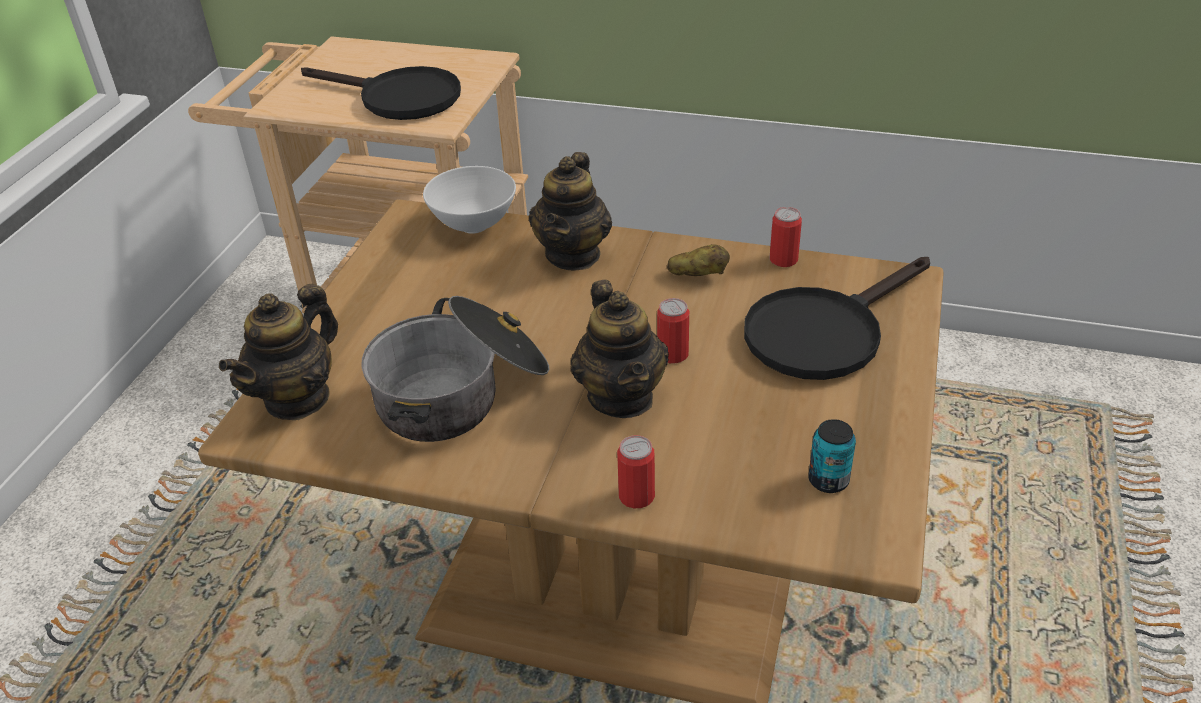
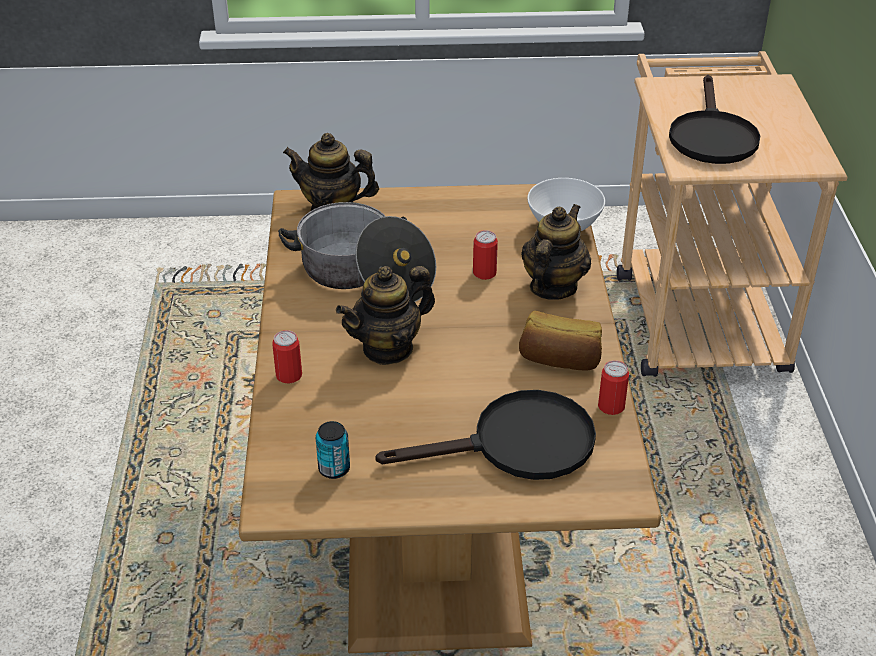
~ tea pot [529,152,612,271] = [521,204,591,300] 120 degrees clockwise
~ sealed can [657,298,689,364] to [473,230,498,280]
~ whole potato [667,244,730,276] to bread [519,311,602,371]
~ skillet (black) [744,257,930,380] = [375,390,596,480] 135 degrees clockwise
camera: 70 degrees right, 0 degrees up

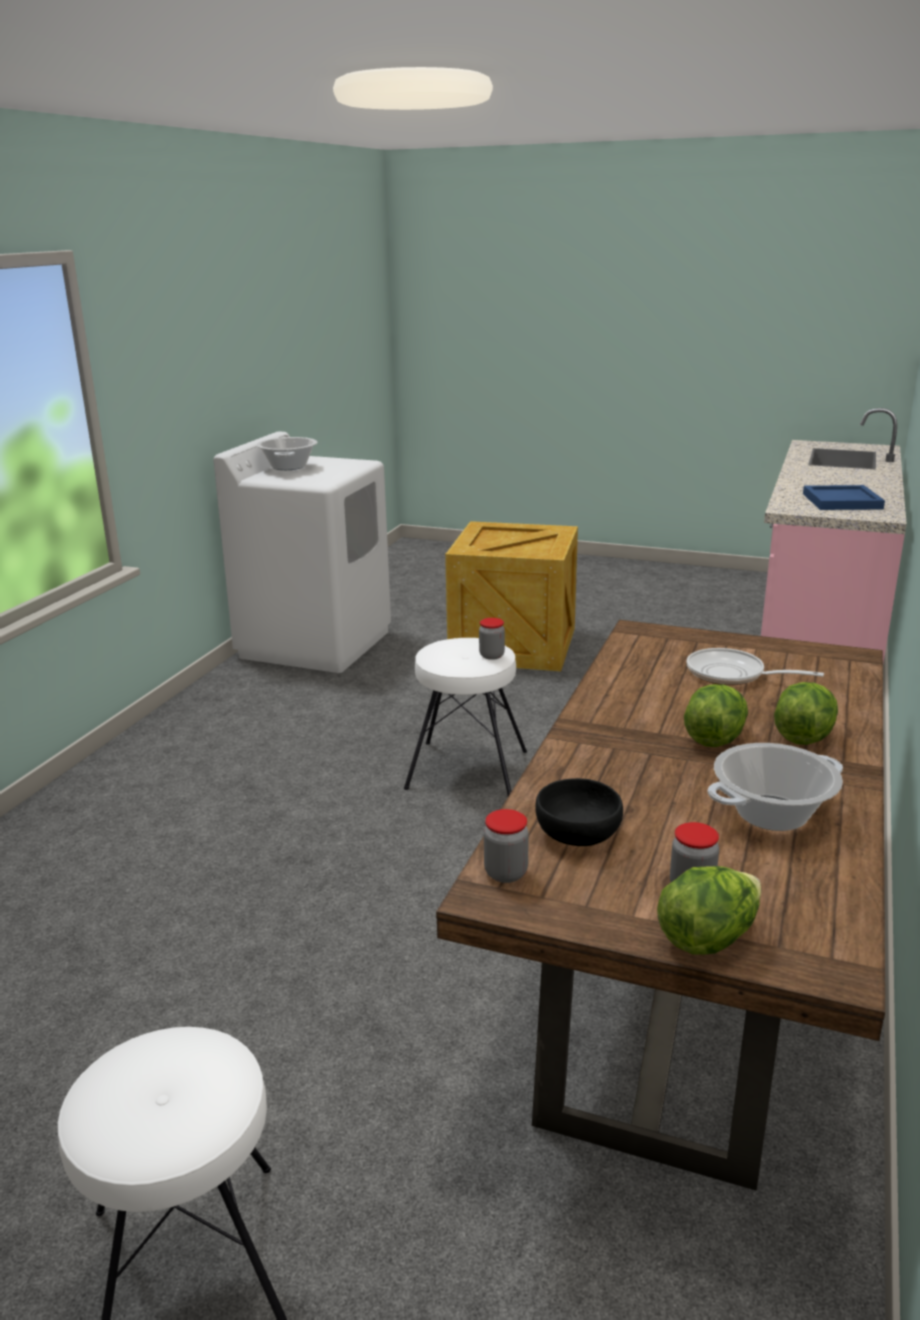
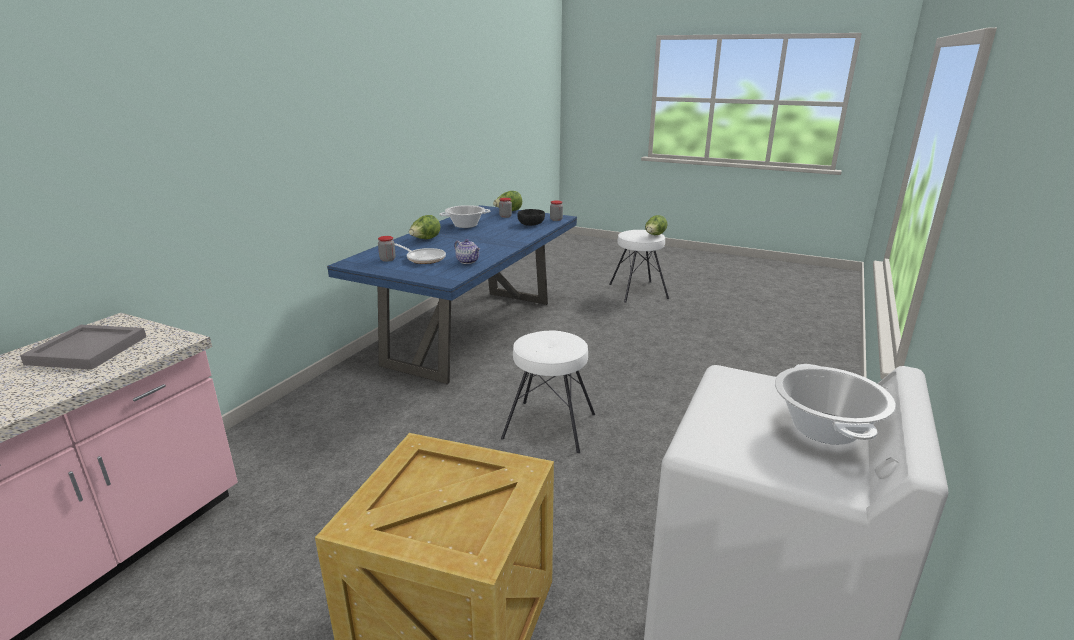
~ dinner table (brown-coloured) [436,620,885,1191] to dinner table (bluish) [327,205,577,384]
~ storage jar [479,618,505,660] to [378,236,396,262]
~ lettuce head [684,684,748,747] to [645,215,667,235]
~ carrying tray (bluish) [803,485,885,510] to carrying tray (greyish) [20,325,146,370]
+ tea pot [454,239,480,264]
camera: 175 degrees left, 0 degrees up

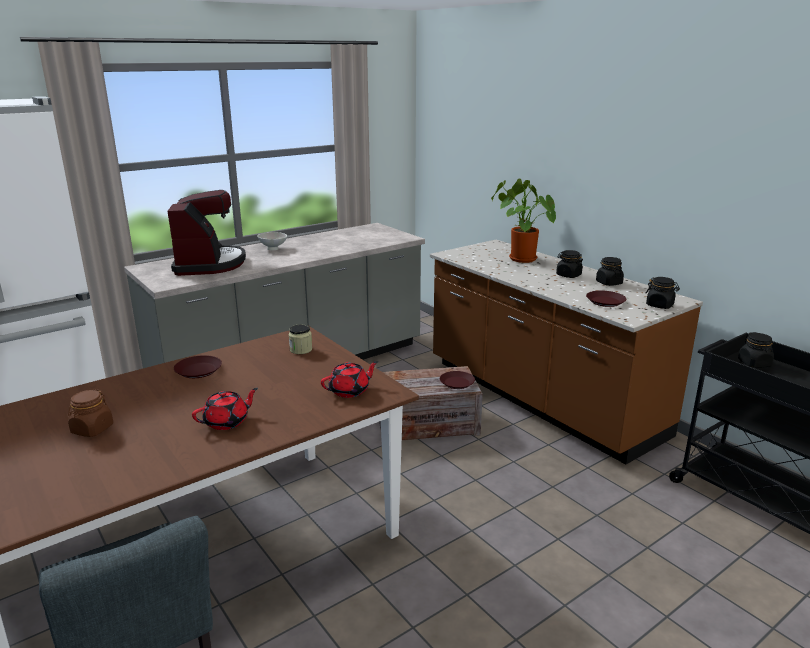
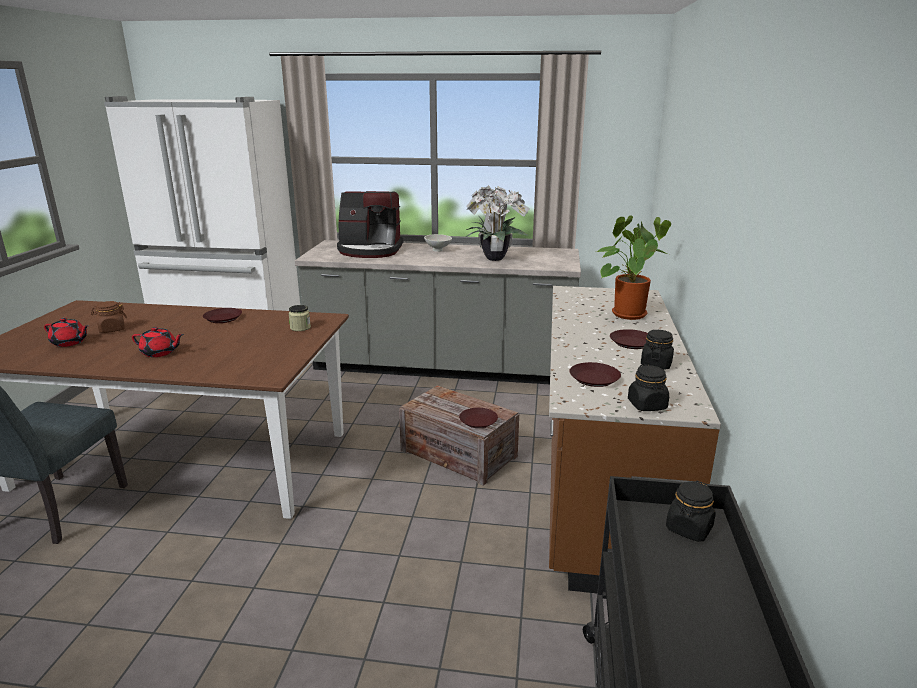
~ coffee brewer [167,190,246,276] = [337,191,403,258] 60 degrees clockwise
~ tea pot (reddish) [321,361,378,398] to [44,318,89,347]
~ storage jar (black) [556,250,583,278] to plate (brown-coloured) [610,329,648,349]
+ potted plant [466,186,530,261]
camera: 45 degrees right, 0 degrees up

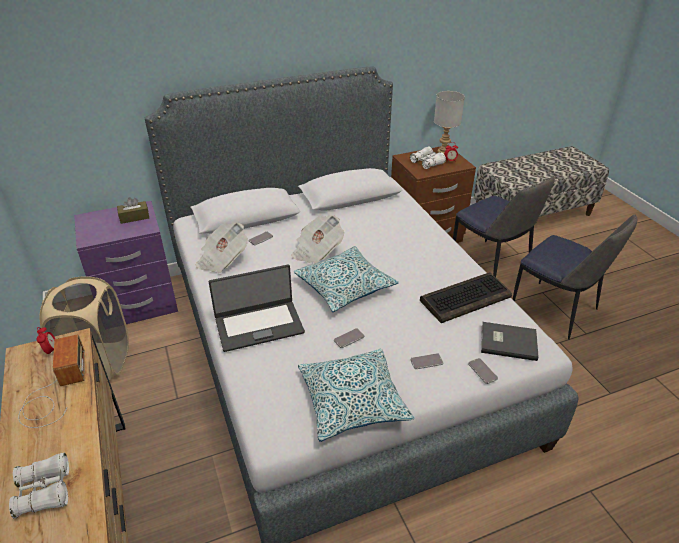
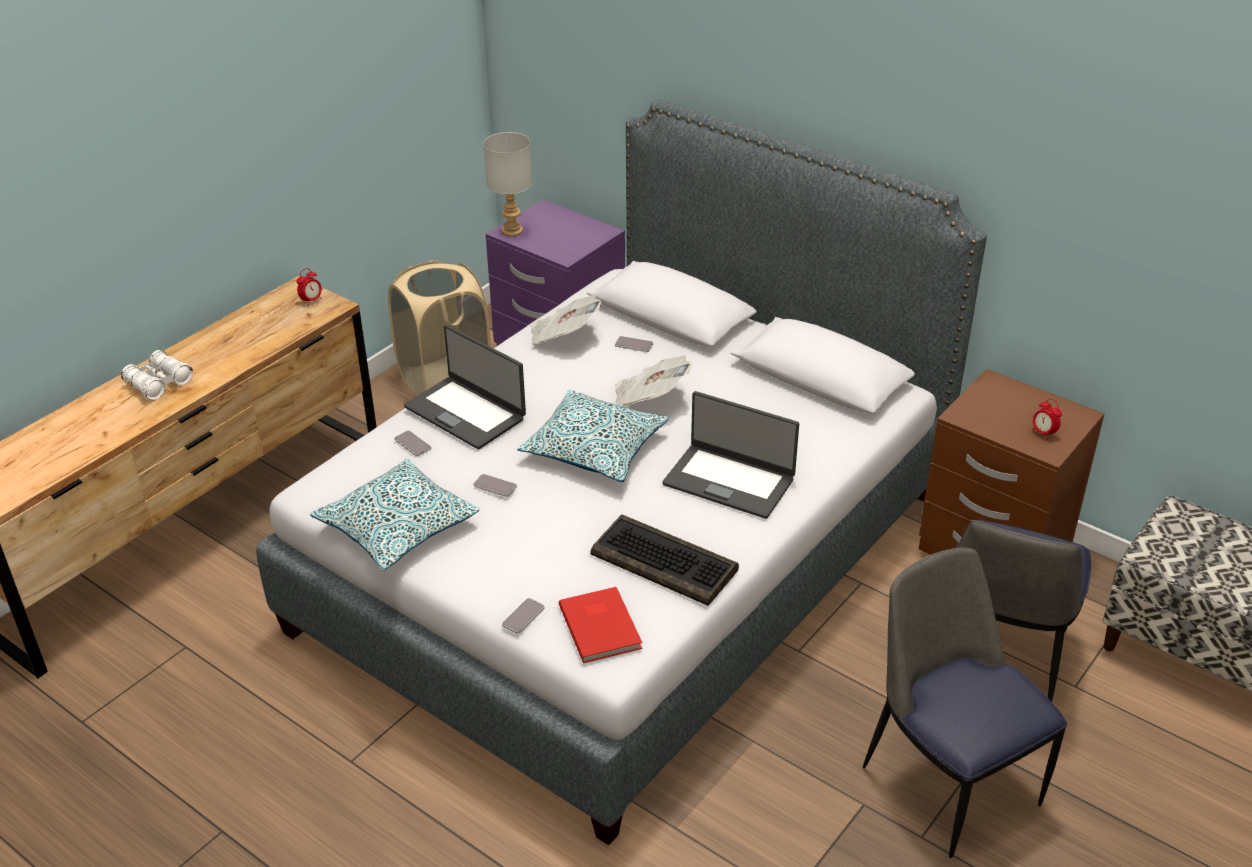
- radio set [18,334,85,428]
- box of tissues (brown-coloured) [117,197,149,224]
- binoculars (white) [410,146,446,169]
~ phone [411,353,443,369] to [394,430,431,456]
~ tabletop lamp (greyish) [434,91,465,154] to [484,132,532,237]
~ volume (greyish) [481,322,539,361] to volume (reddish) [559,587,642,663]
~ plain chair [512,215,637,340] = [863,547,1067,858] 135 degrees clockwise
+ notebook computer [663,391,799,519]
camera: 60 degrees right, 0 degrees up

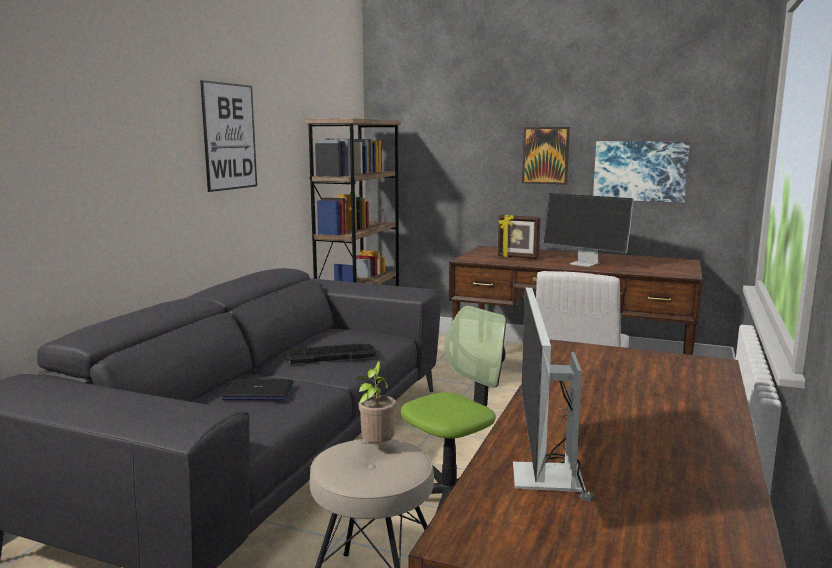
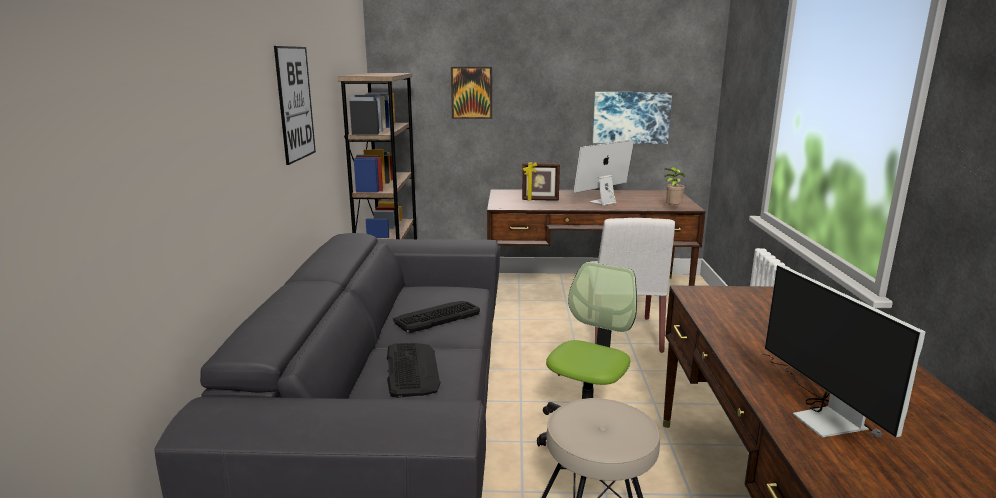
~ notebook computer [222,379,293,400] to computer keyboard [387,343,440,398]
~ potted plant [357,360,397,443] to [663,167,685,207]
~ picture [522,127,570,185] to [451,67,492,119]
~ computer display [543,193,634,267] = [573,140,634,206] 120 degrees clockwise
camera: 20 degrees left, 5 degrees up

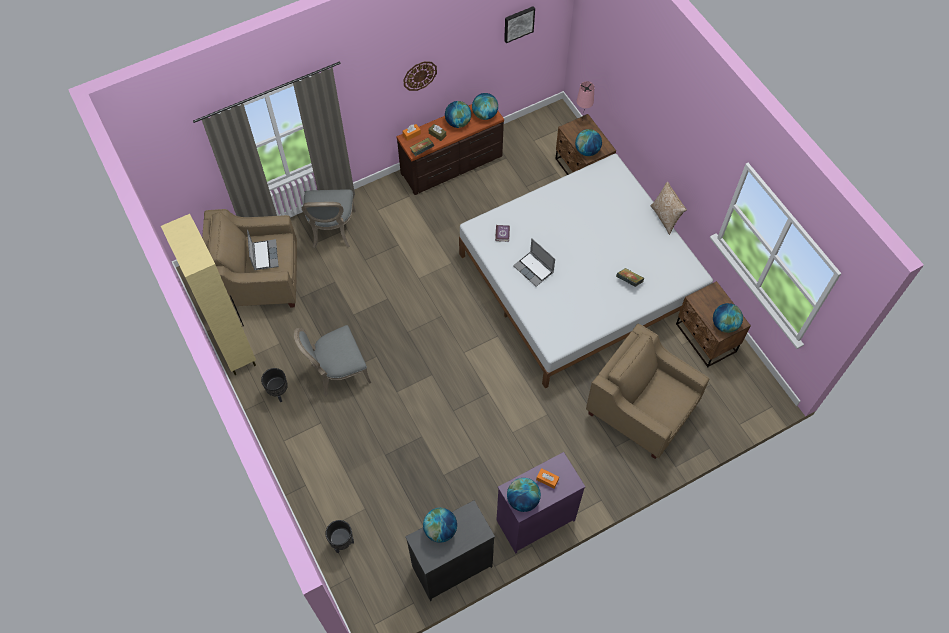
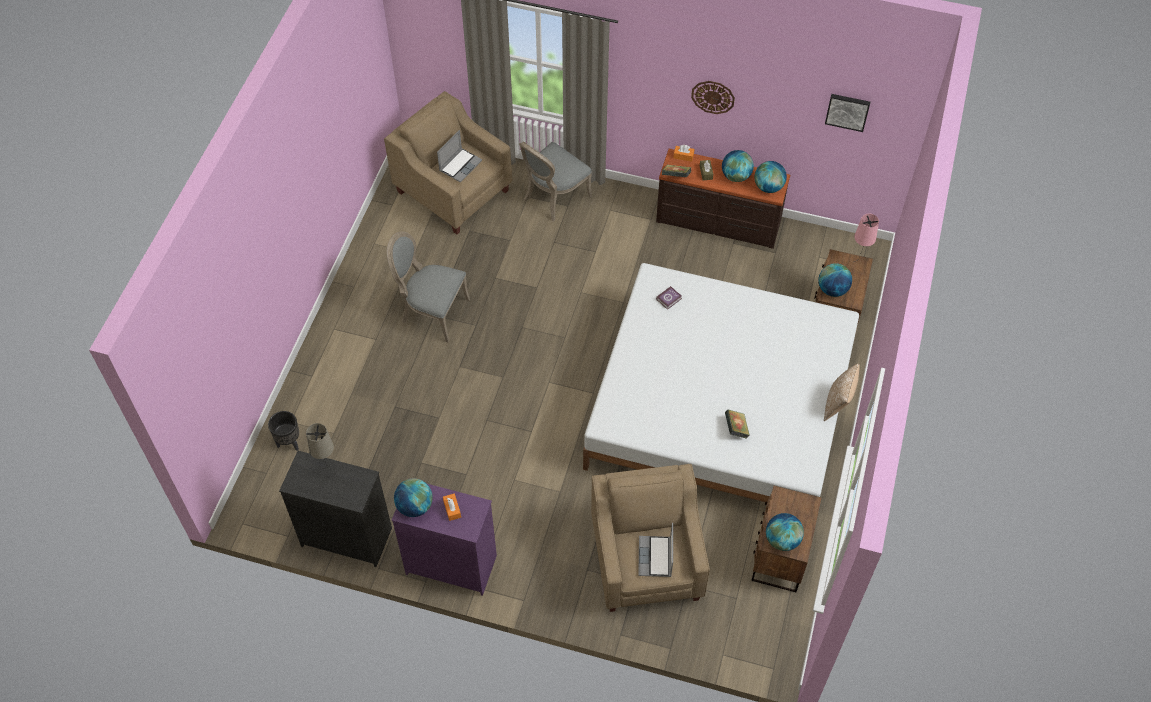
- storage cabinet (sand-coloured) [161,214,256,375]
- plant pot (black) [261,368,288,402]
~ globe [423,508,457,543] to tabletop lamp (sand-coloured) [306,423,334,470]
~ notebook computer [513,238,555,287] to [638,523,673,577]
camera: 45 degrees right, 5 degrees down

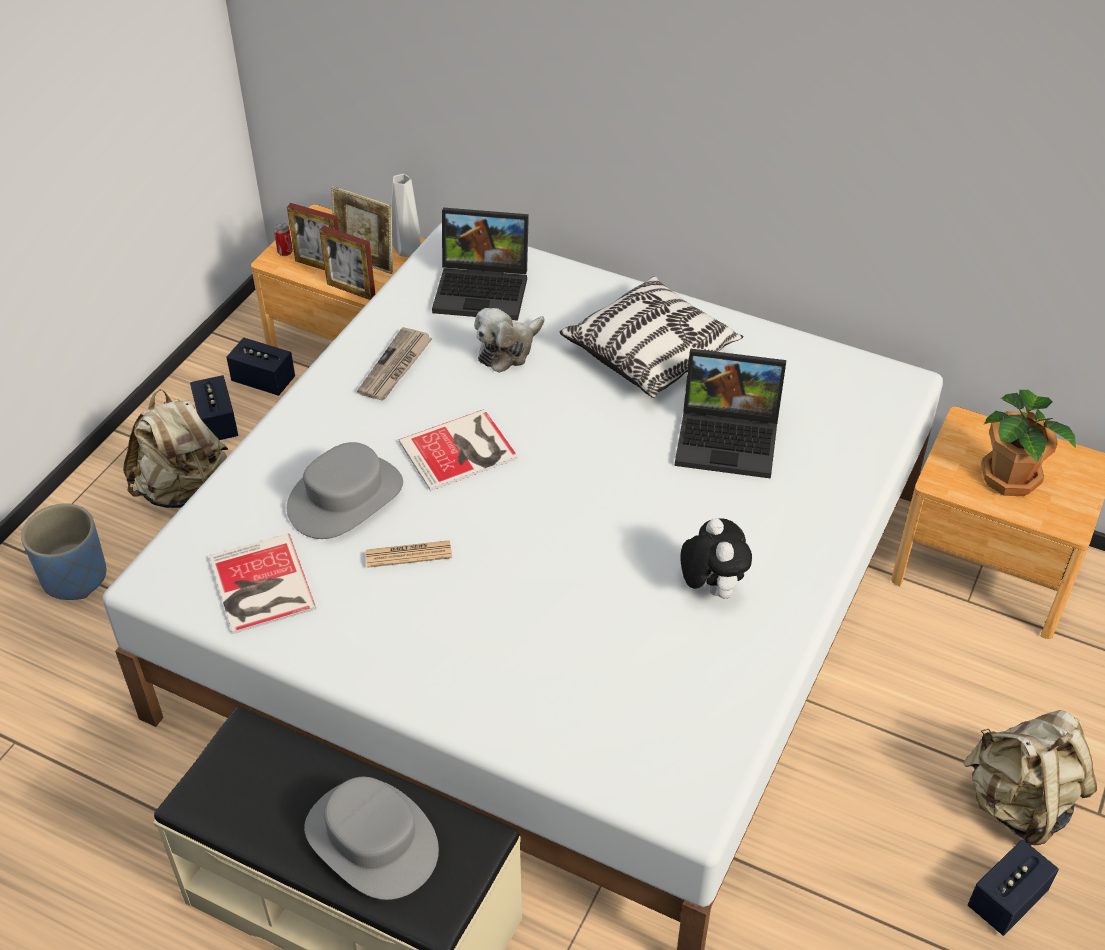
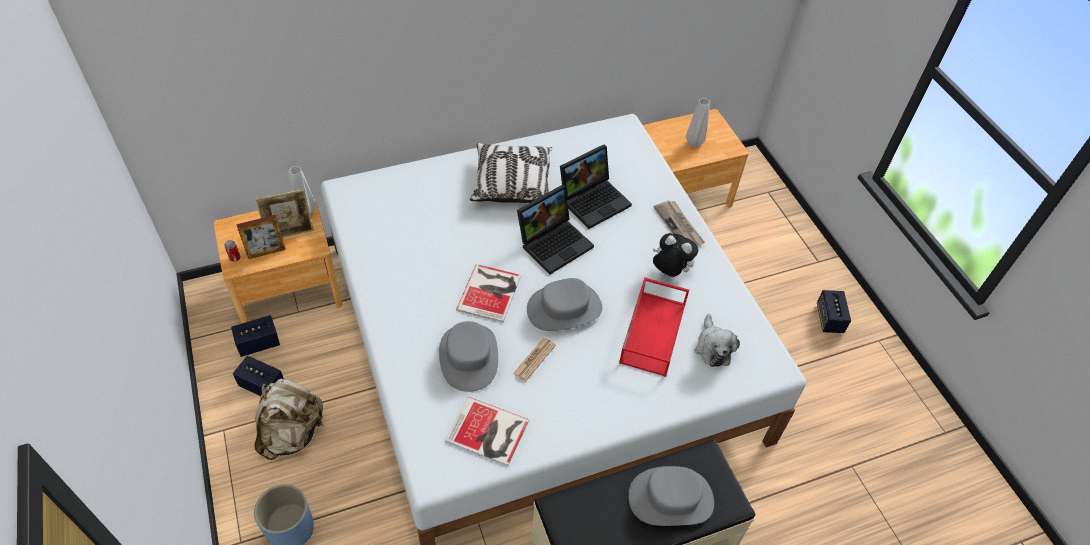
- photo frame [319,226,375,300]
~ newspaper [357,327,433,400] to [654,200,705,246]
~ notebook computer [432,208,529,321] to [517,185,594,274]
~ cuddly toy [474,308,545,373] to [695,314,740,367]
- knapsack (sand-coloured) [963,710,1097,845]
~ potted plant [981,390,1076,496] to decorative vase (greyish) [686,98,710,147]
+ wearable hat (greyish) [527,278,602,331]
+ carrying tray (reddish) [619,277,689,377]
camera: 50 degrees left, 5 degrees up

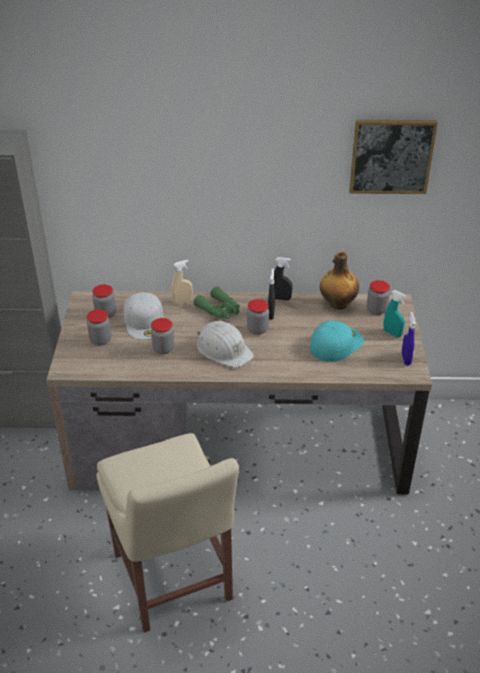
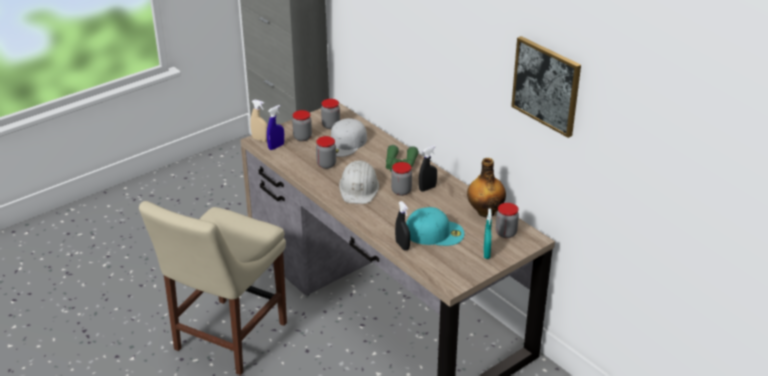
~ sprayer (sand-coloured) [171,260,193,305] to [250,99,268,141]
~ sprayer (black) [274,257,293,301] to [395,201,410,251]
~ sprayer (bluish) [402,312,416,365] to [267,105,284,150]
camera: 50 degrees right, 5 degrees down

